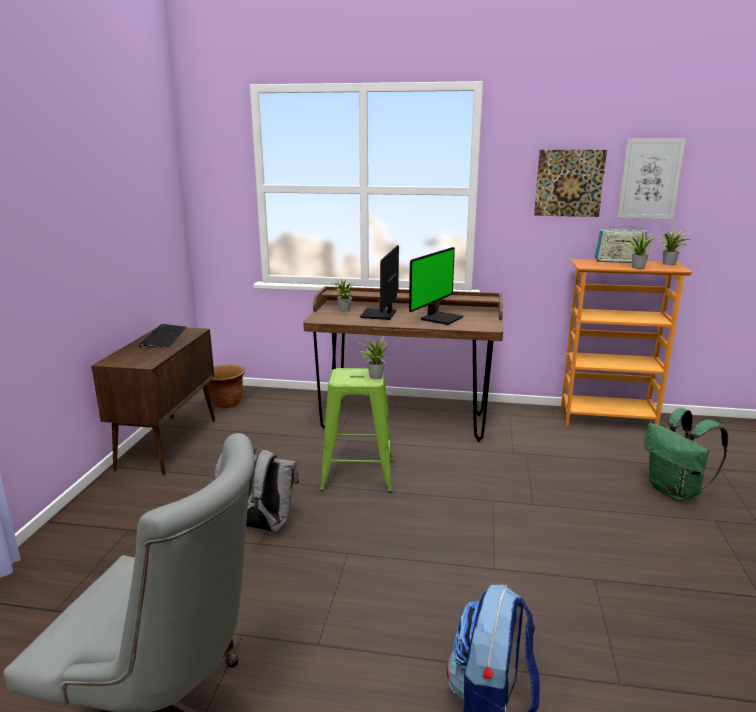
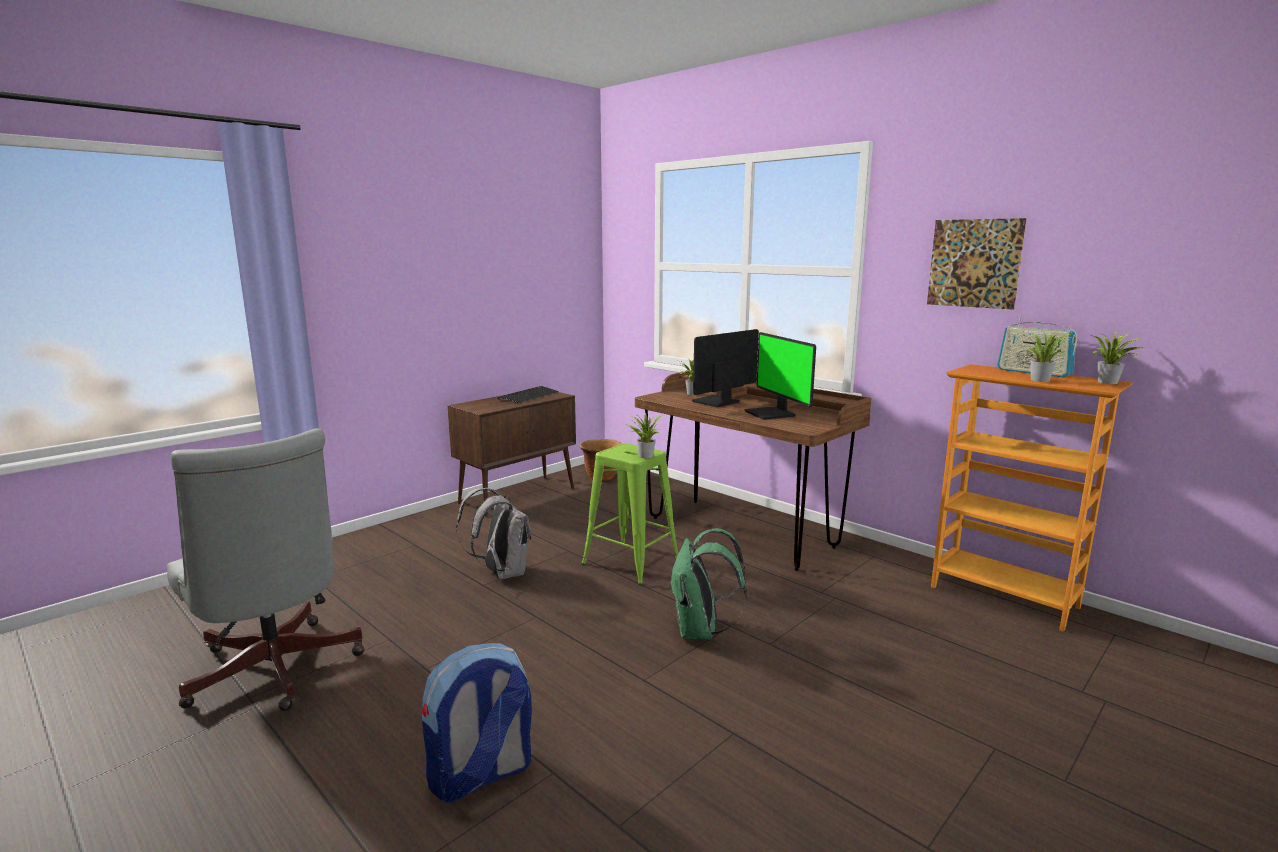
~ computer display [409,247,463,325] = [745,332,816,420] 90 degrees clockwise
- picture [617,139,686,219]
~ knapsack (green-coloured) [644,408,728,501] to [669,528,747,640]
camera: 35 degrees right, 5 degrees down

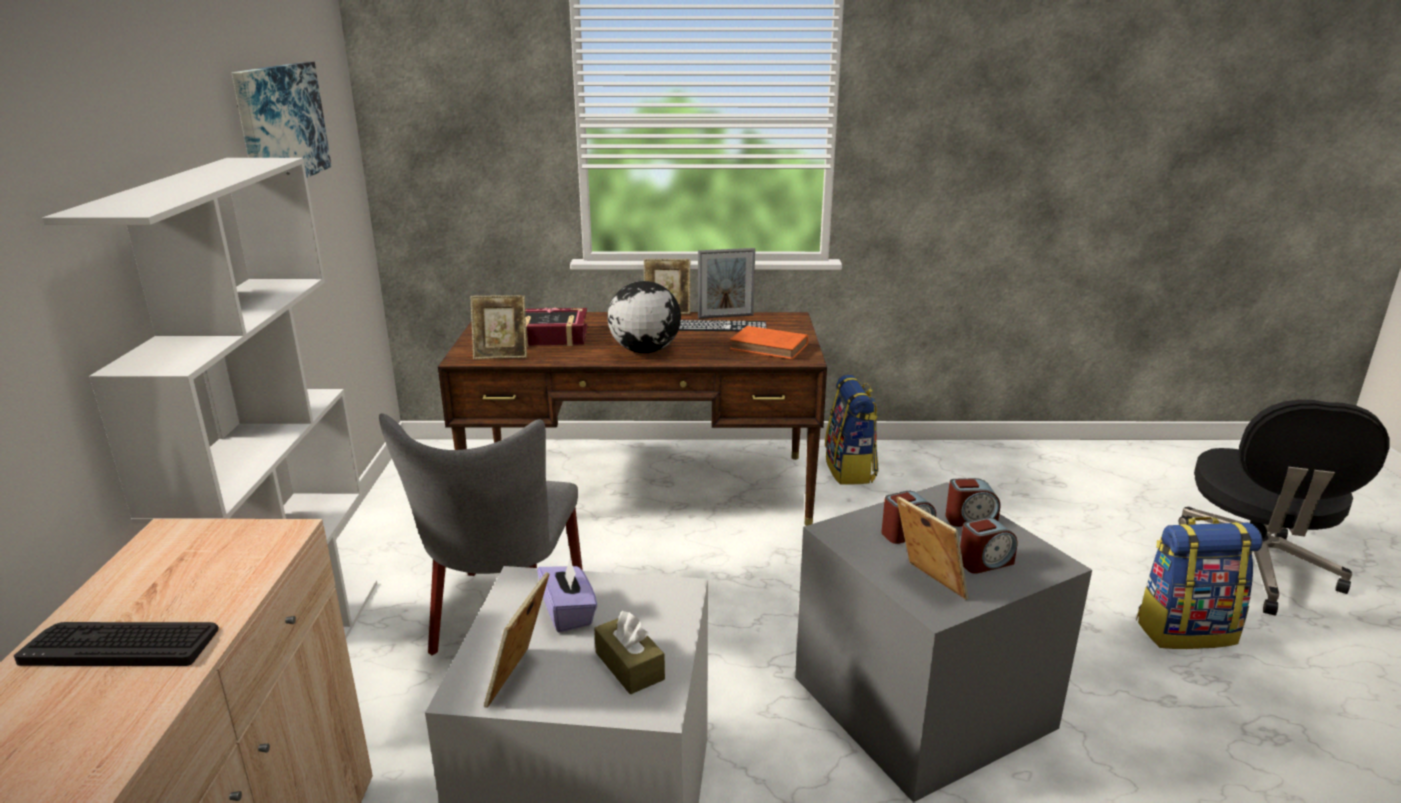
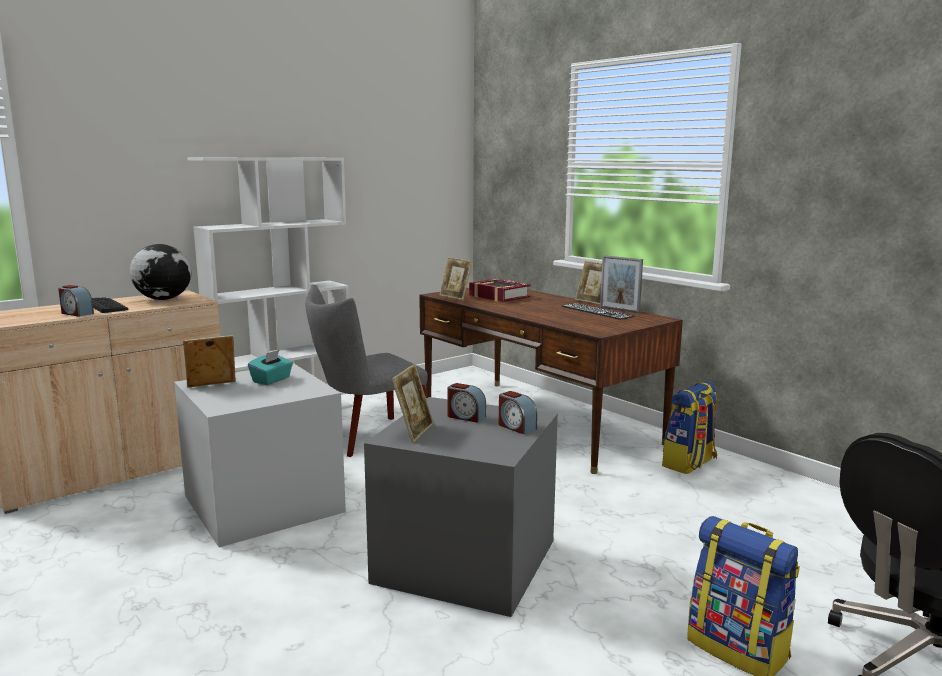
- picture [232,62,332,178]
~ box of tissues (purple) [537,558,597,633] to box of tissues (turquoise) [248,350,293,385]
- box of tissues (brown-coloured) [594,611,665,695]
~ globe [607,281,681,353] to [130,244,191,300]
- volume (orange) [730,326,808,359]
~ bedside clock [960,517,1018,574] to [58,285,94,317]
camera: 50 degrees right, 10 degrees down

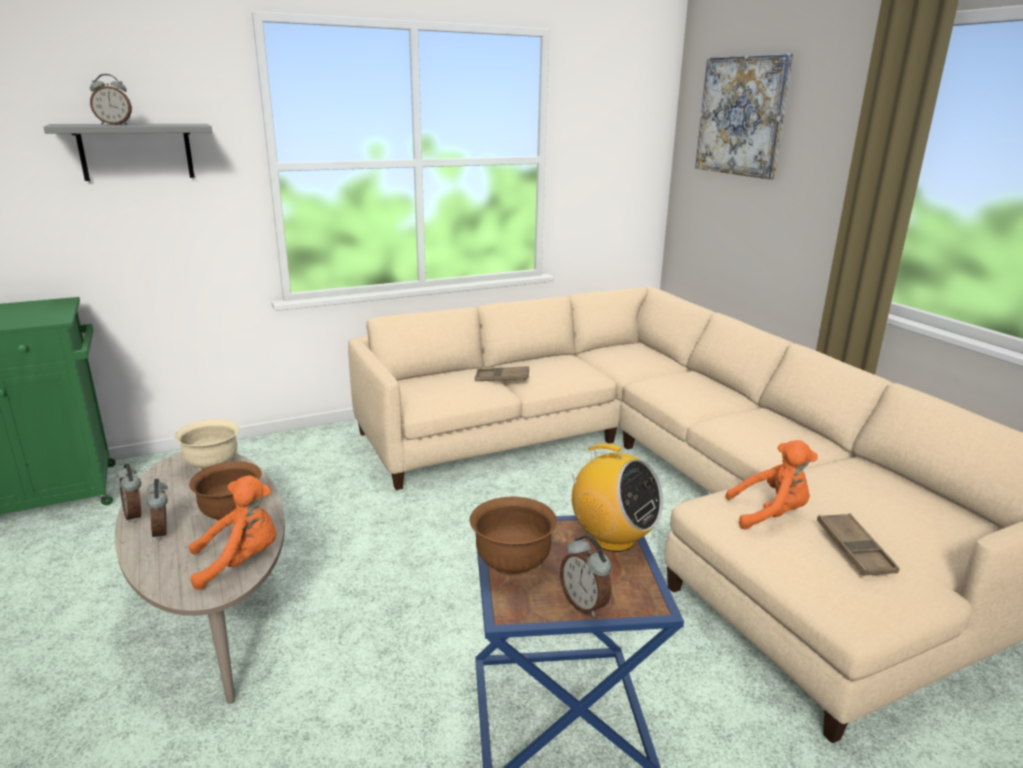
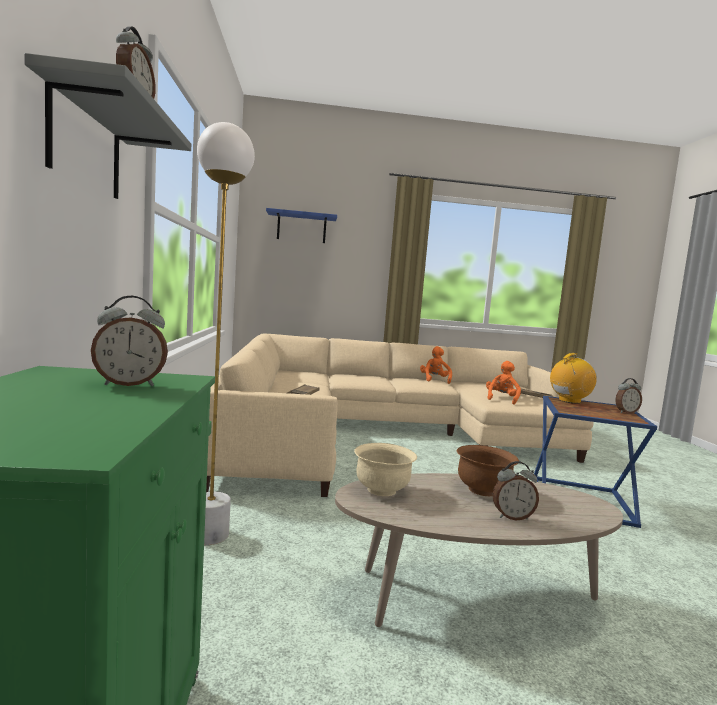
~ bedside clock [117,464,141,523] to [91,296,168,386]
~ cuddly toy (orange) [189,475,276,590] to [420,346,452,384]
- serving bowl (brown-coloured) [470,497,557,576]
~ picture [695,53,793,180] to wall shelf (bluish) [266,208,337,243]
+ floor lamp (white) [197,122,255,545]
camera: 70 degrees left, 15 degrees down

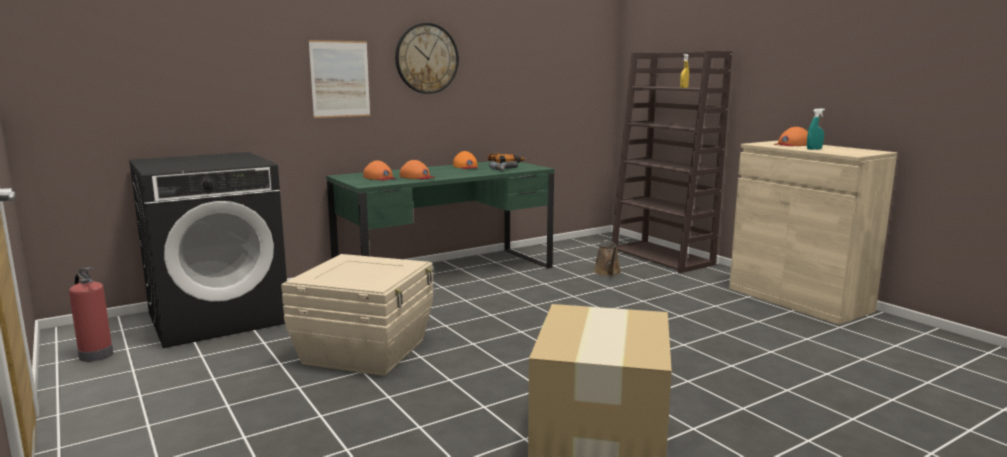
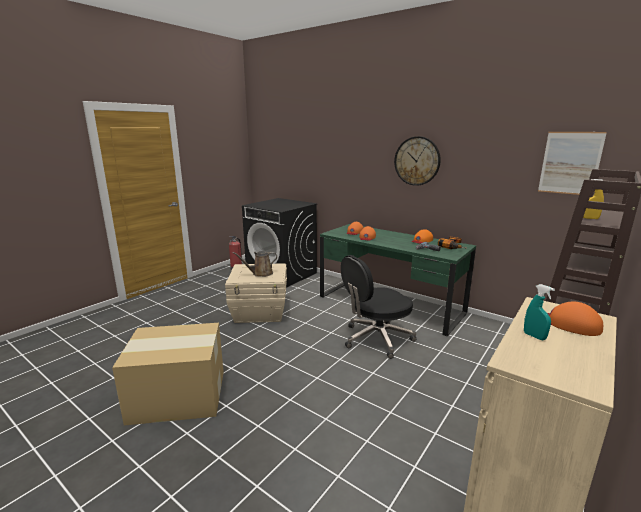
~ picture [309,40,370,118] to [538,132,607,195]
~ watering can (brown-coloured) [593,240,621,276] to [232,251,277,277]
+ office chair (black) [341,255,416,359]
camera: 70 degrees right, 5 degrees up

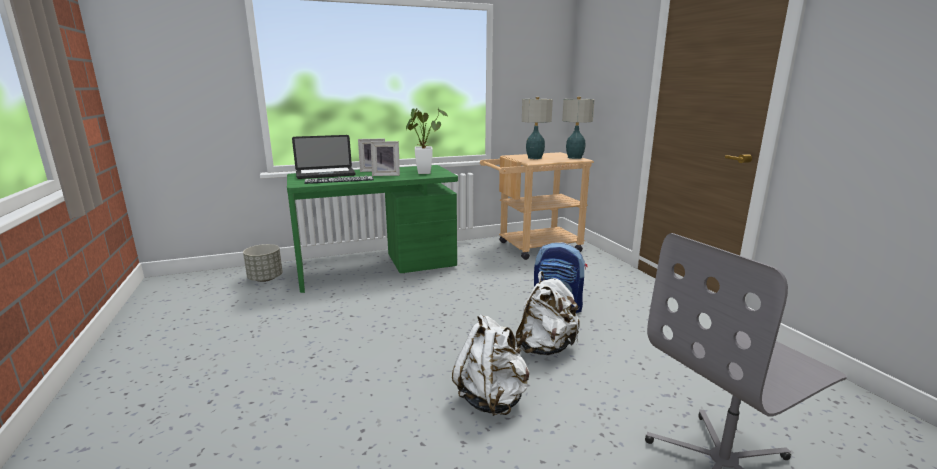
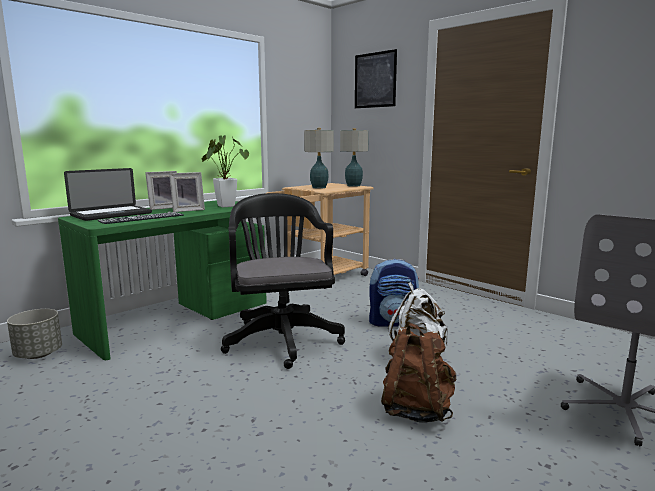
~ knapsack (white) [452,314,529,416] to knapsack (brown-coloured) [381,323,457,423]
+ office chair (black) [221,193,345,369]
+ picture [355,49,397,108]
camera: 25 degrees left, 5 degrees down

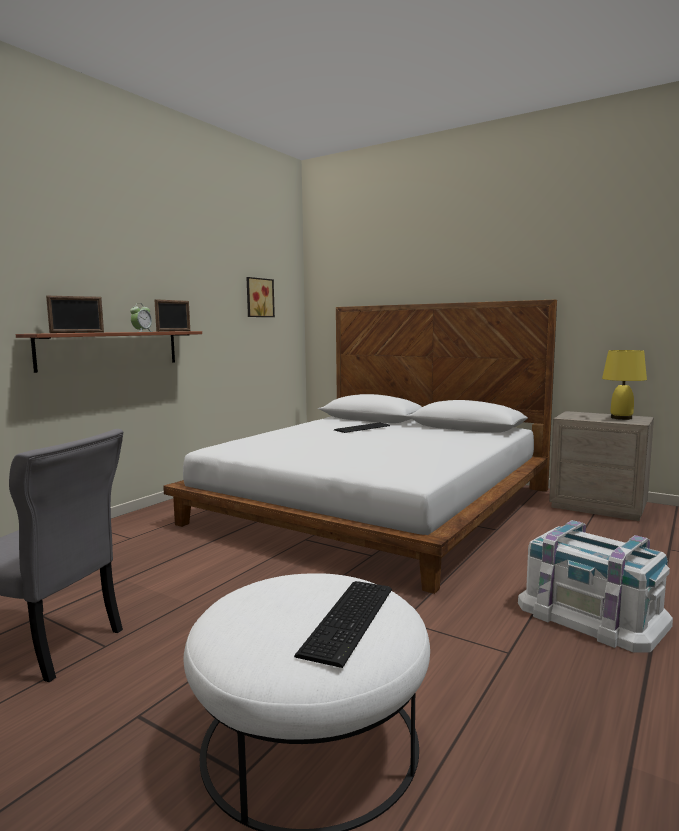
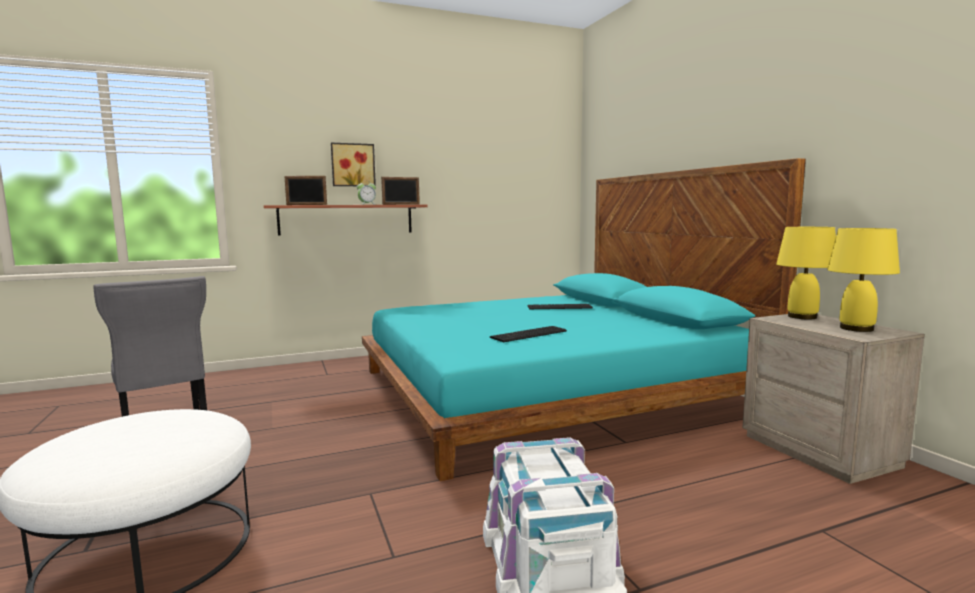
~ bed (white) [163,300,557,594] to bed (turquoise) [362,158,806,481]
~ picture [246,277,275,317] to [331,143,376,186]
~ computer keyboard [294,581,392,668] to [489,326,567,342]
+ tabletop lamp (yellow) [776,227,836,319]
camera: 35 degrees right, 0 degrees up

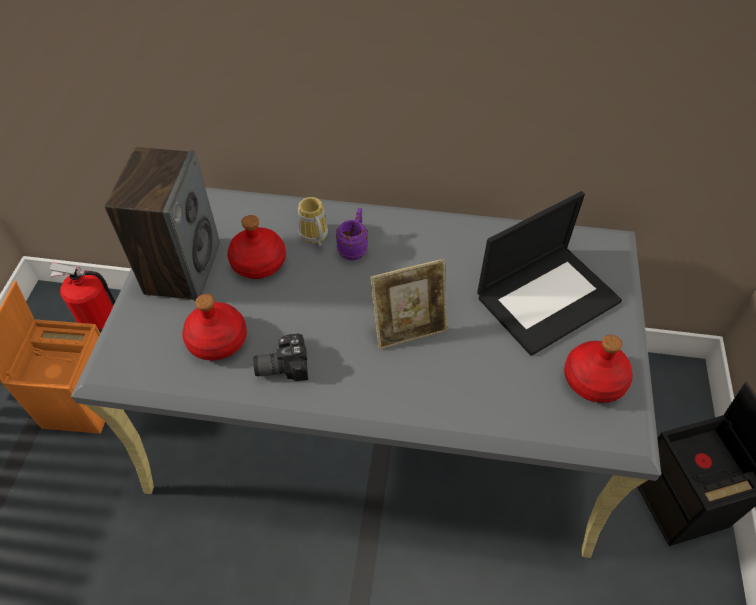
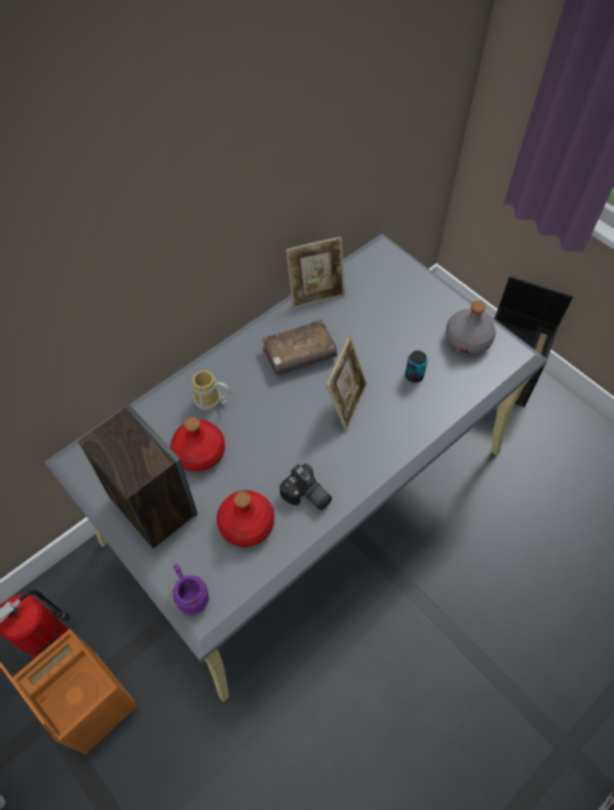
~ still camera [253,334,308,381] = [280,464,332,510] 75 degrees counterclockwise
~ mug (purple) [336,208,368,260] to [173,564,210,615]
- notebook computer [477,191,622,356]
~ bottle (reddish) [564,335,633,403] to bottle (greyish) [446,301,496,354]
+ volume (brown-coloured) [261,319,337,376]
+ photo frame [286,237,345,309]
+ sealed can [405,351,428,382]
camera: 50 degrees left, 5 degrees up

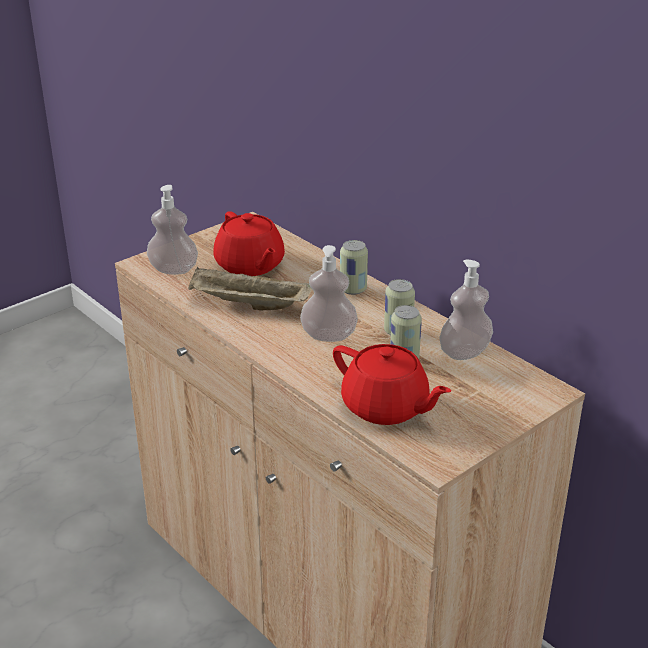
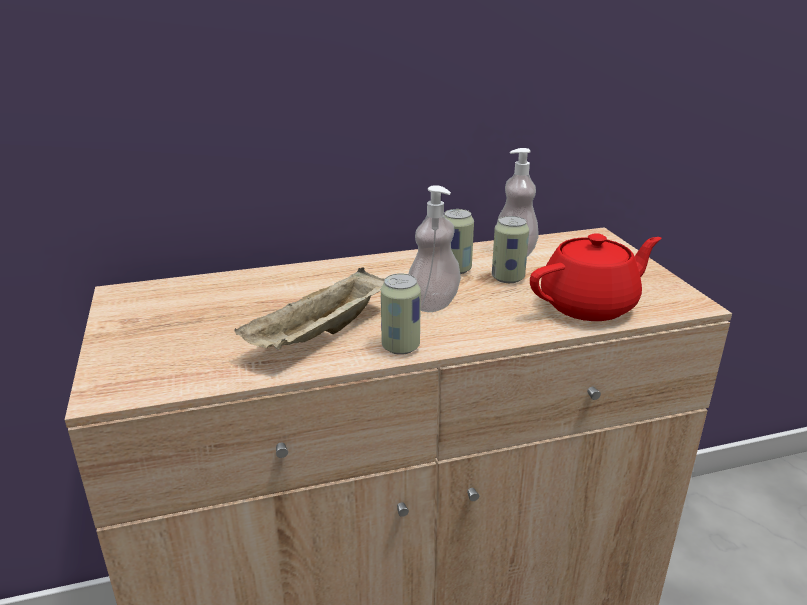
- liquid soap bottle [147,185,198,275]
- tea pot (reddish) [213,211,285,276]
~ sealed can [340,240,368,295] to [381,273,421,355]
camera: 65 degrees left, 5 degrees down

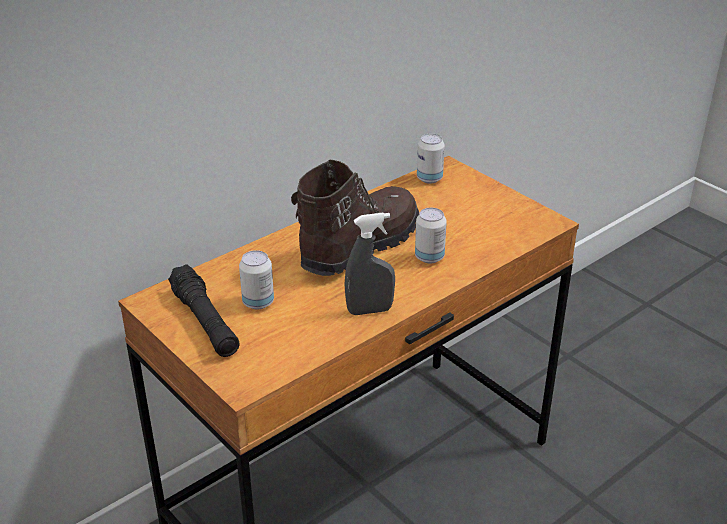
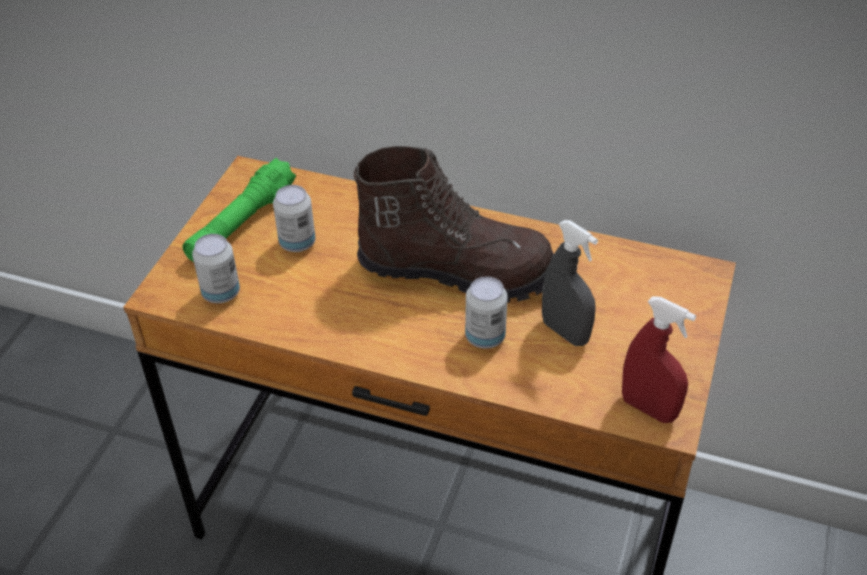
~ hand torch (black) [168,264,240,357] to hand torch (green-coloured) [182,158,296,262]
~ sprayer (greyish) [344,212,395,315] to [542,220,598,346]
~ sealed can [417,133,445,184] to [192,234,240,303]
+ sprayer (reddish) [622,296,696,423]
camera: 60 degrees right, 10 degrees up

